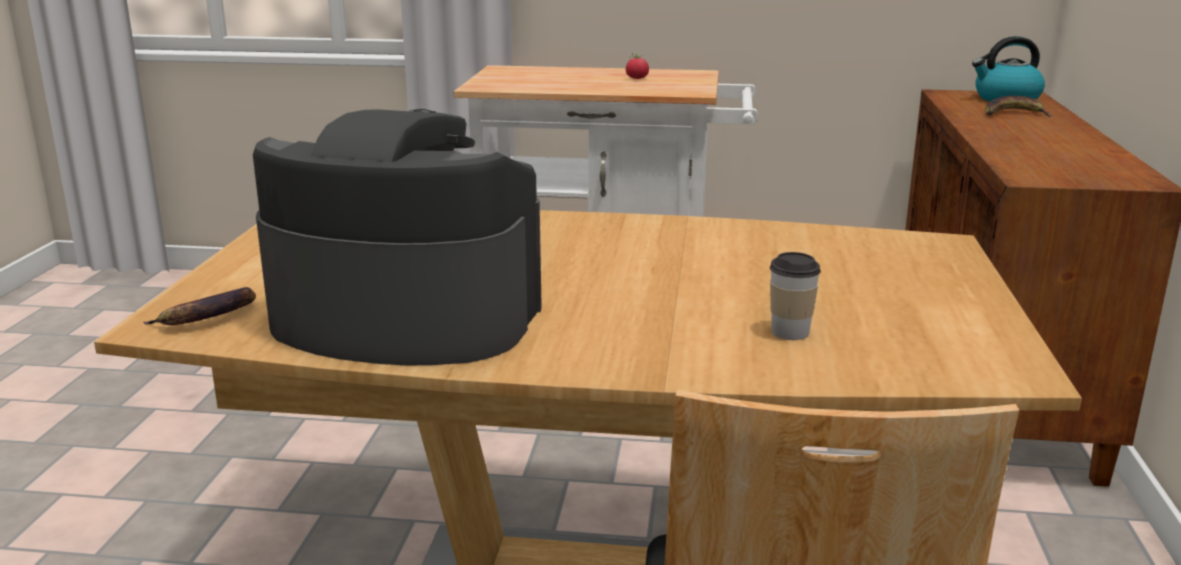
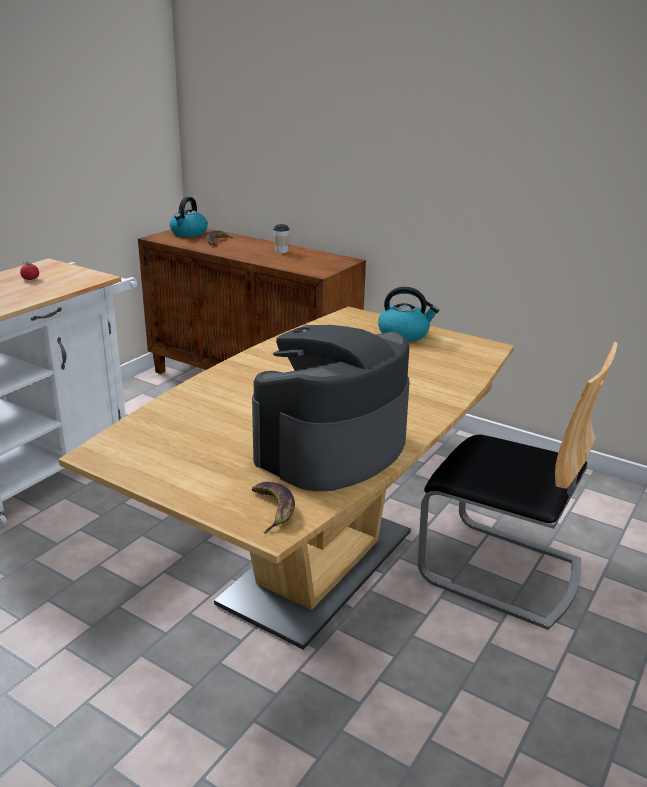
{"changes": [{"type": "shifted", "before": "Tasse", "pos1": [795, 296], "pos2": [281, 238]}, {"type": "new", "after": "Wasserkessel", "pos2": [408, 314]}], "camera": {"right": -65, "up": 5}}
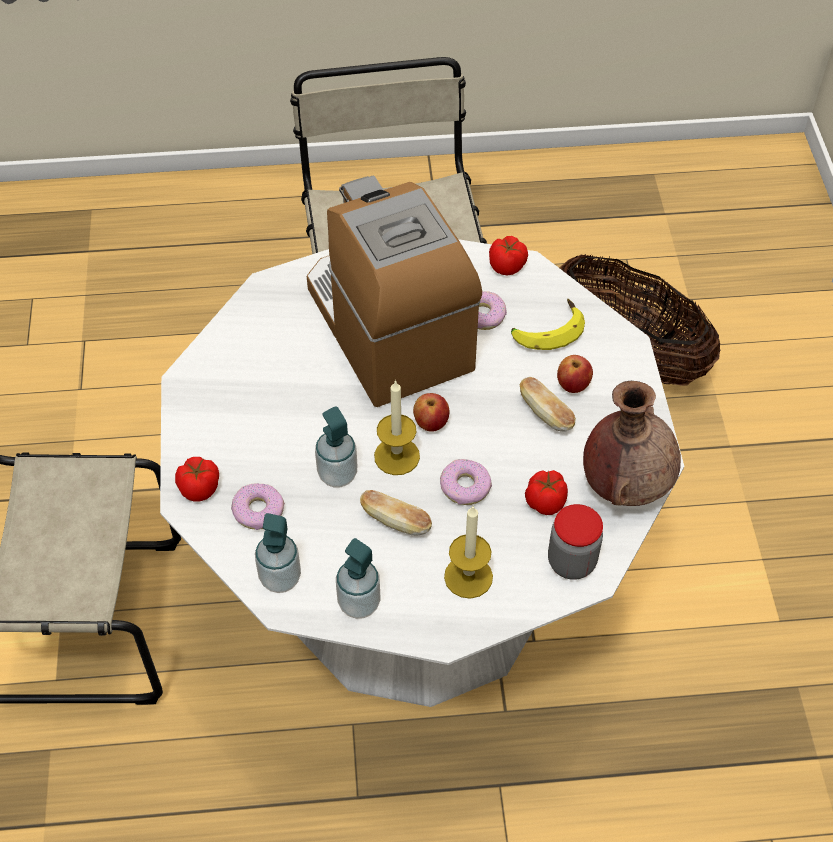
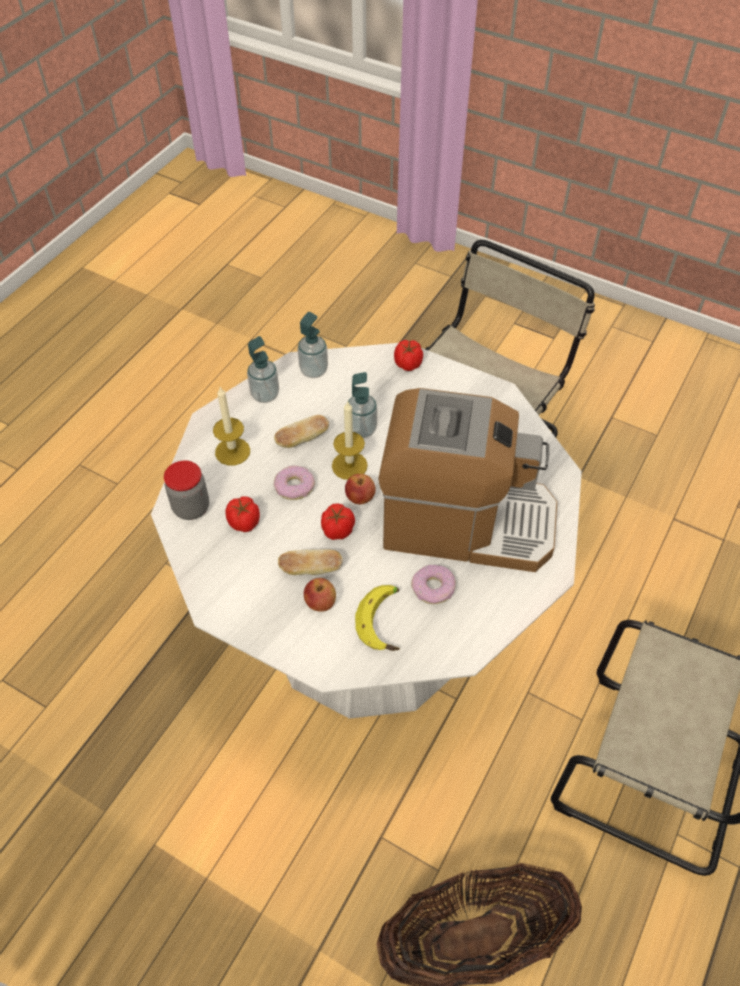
{"changes": [{"type": "gone", "before": "Donut", "pos1": [258, 507]}, {"type": "shifted", "before": "Tomate", "pos1": [508, 255], "pos2": [338, 521]}, {"type": "gone", "before": "Vase/braun", "pos1": [632, 443]}], "camera": {"right": 125, "up": 0}}
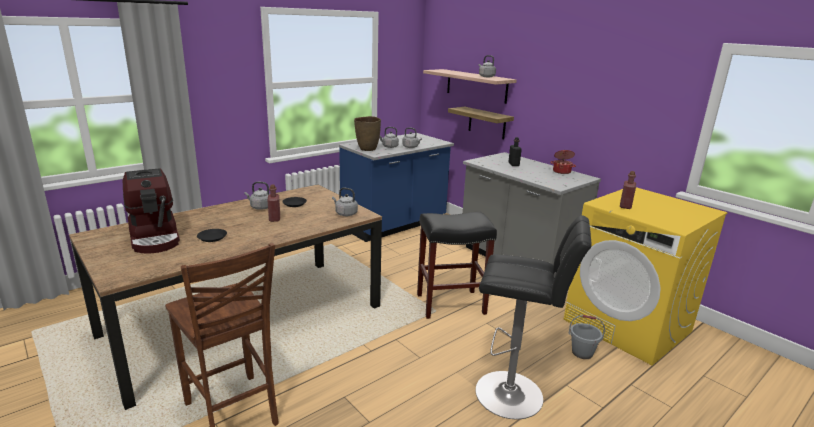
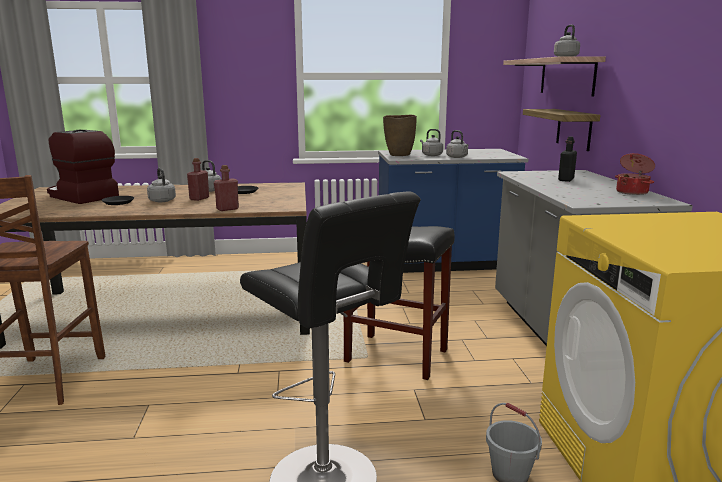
{"changes": [{"type": "rotated", "before": "Kaffeemaschine", "pos1": [151, 211], "pos2": [83, 167], "turn": 120}, {"type": "shifted", "before": "Wasserkessel/grau", "pos1": [345, 202], "pos2": [161, 185]}, {"type": "shifted", "before": "Flasche/rot", "pos1": [628, 190], "pos2": [226, 188]}], "camera": {"right": 35, "up": -5}}
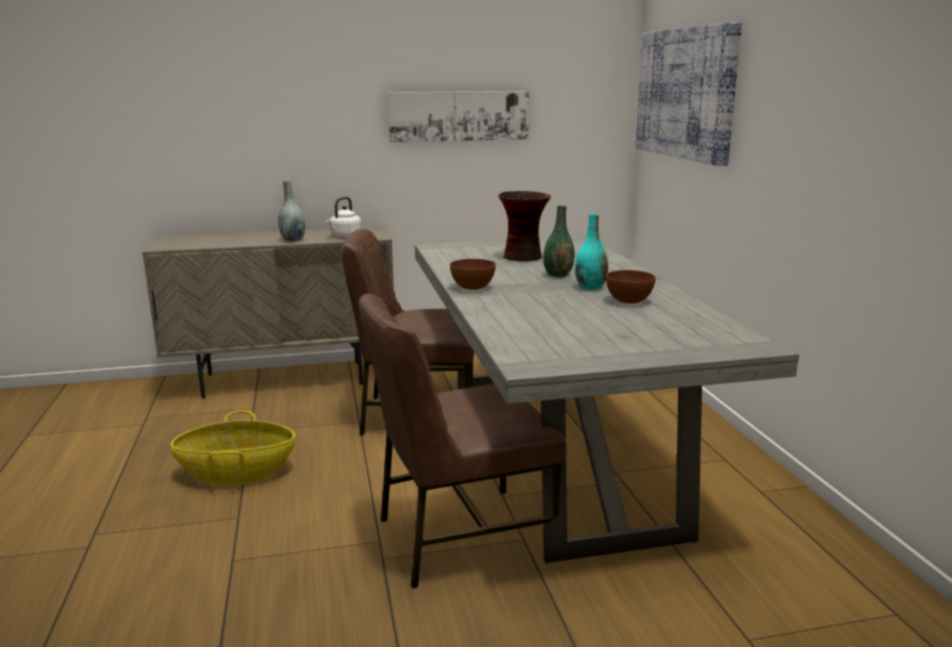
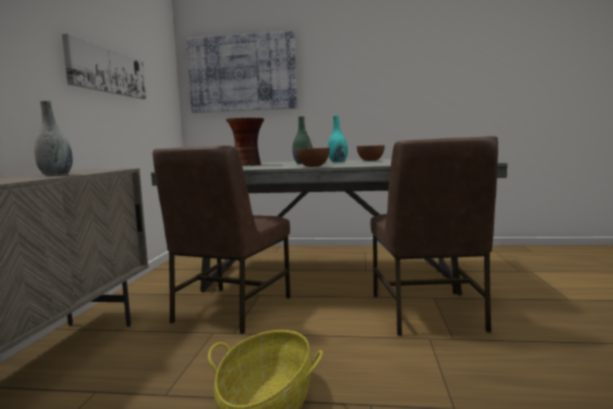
{"changes": [{"type": "gone", "before": "Wasserkessel/weiß", "pos1": [343, 217]}], "camera": {"right": -70, "up": -10}}
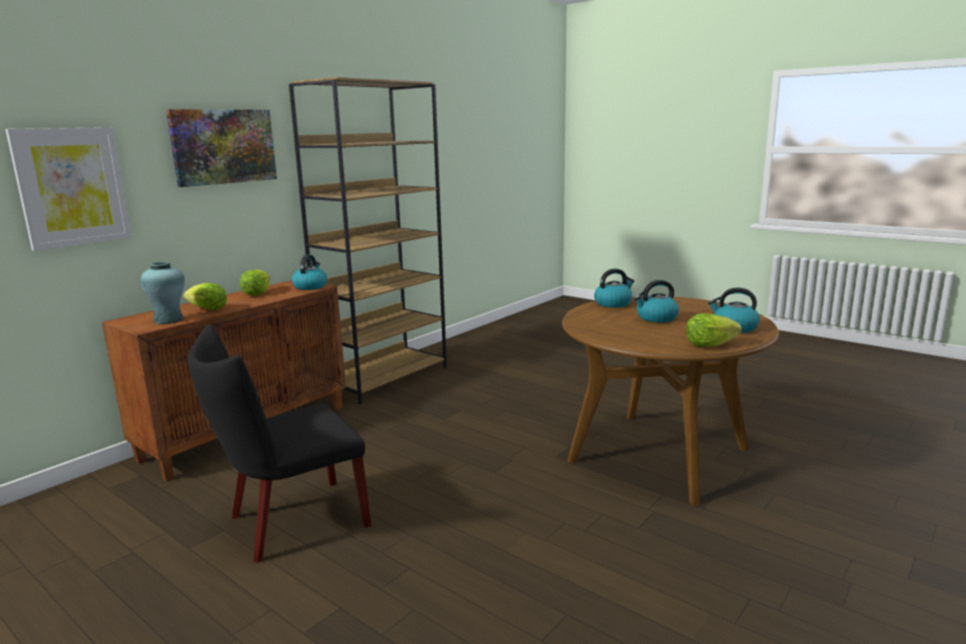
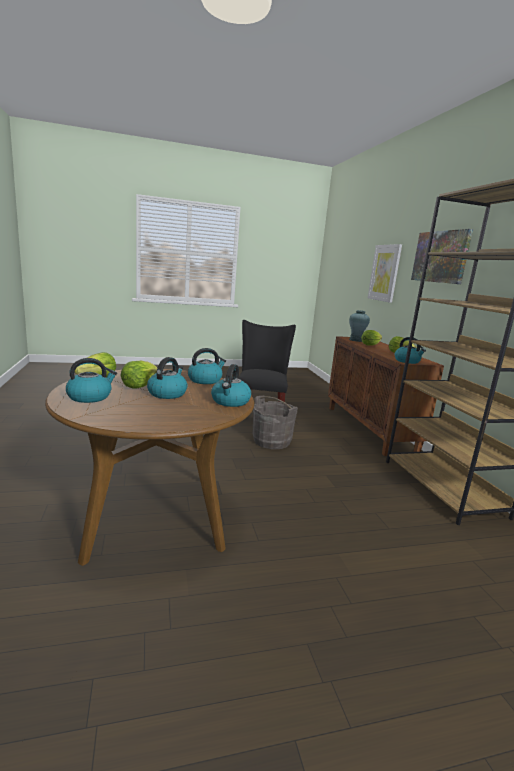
{"changes": [{"type": "new", "after": "Salatkopf", "pos2": [138, 375]}, {"type": "new", "after": "Wasserkessel", "pos2": [207, 366]}, {"type": "new", "after": "Eimer/grau", "pos2": [275, 422]}], "camera": {"right": 125, "up": 0}}
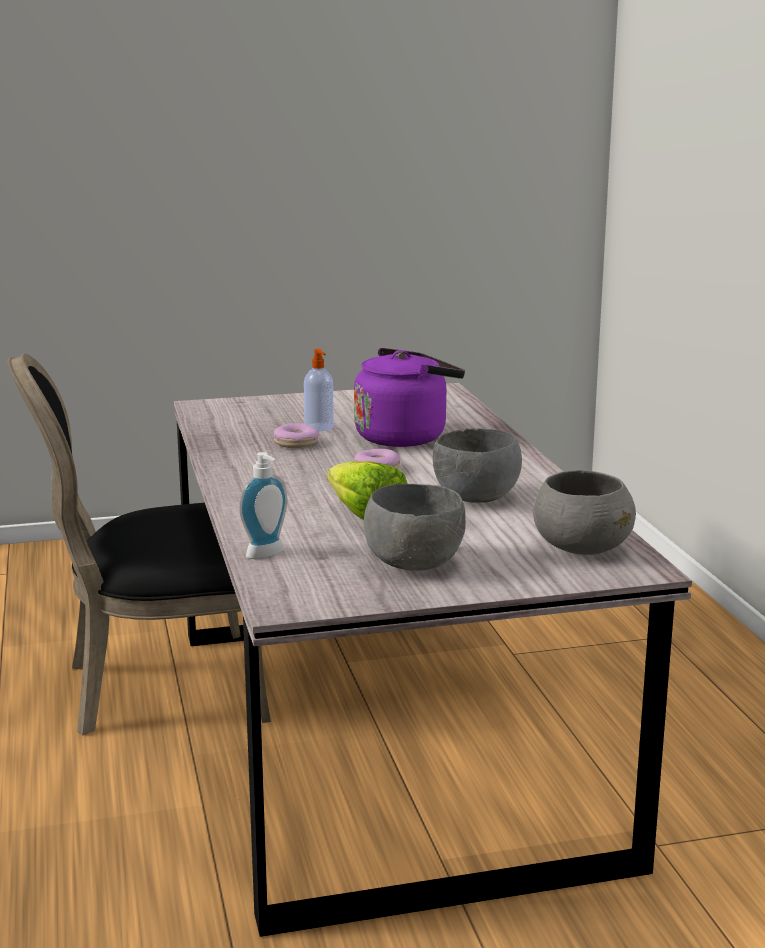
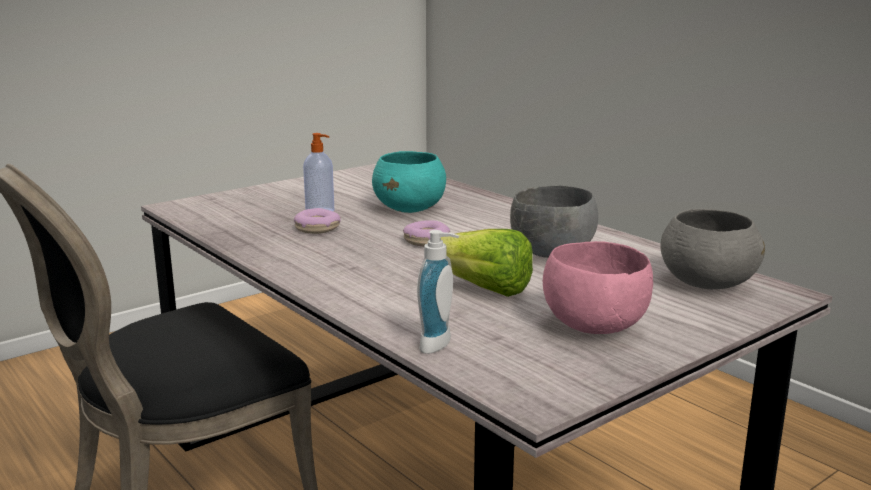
{"changes": [{"type": "swapped", "before": "Wasserkessel/lila", "after": "Schüssel/türkis", "pos1": [409, 397], "pos2": [409, 182]}, {"type": "repainted", "before": "Schüssel/grau", "after": "Schüssel/rosa", "pos1": [415, 527], "pos2": [598, 287]}], "camera": {"right": -25, "up": 0}}
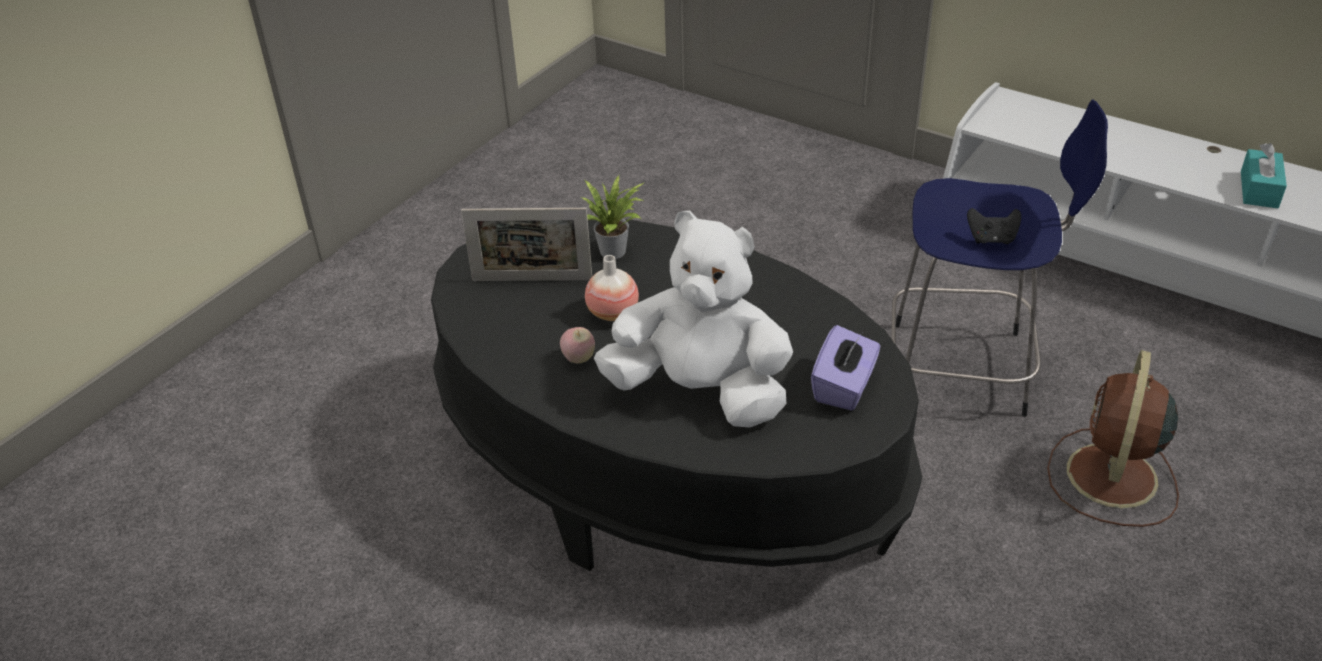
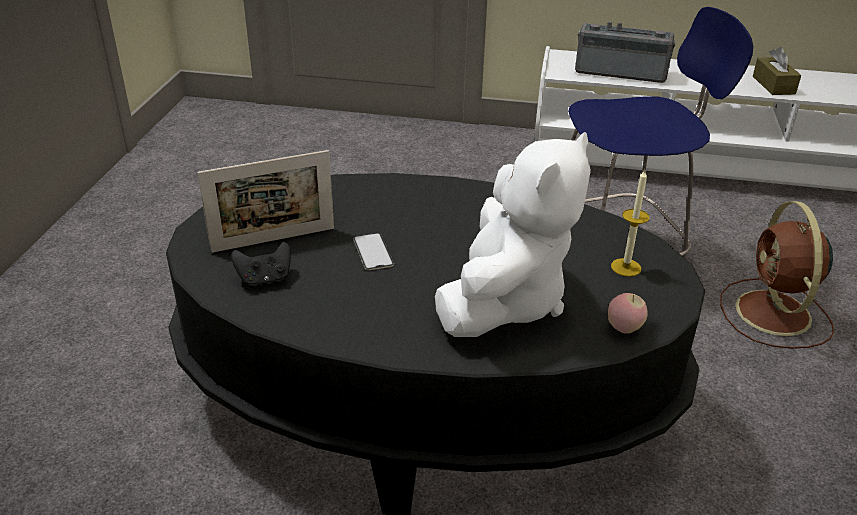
{"changes": [{"type": "shifted", "before": "Apfel", "pos1": [577, 345], "pos2": [627, 313]}, {"type": "gone", "before": "Topfpflanze", "pos1": [612, 217]}, {"type": "swapped", "before": "Vase", "after": "Handy", "pos1": [612, 288], "pos2": [373, 251]}, {"type": "rotated", "before": "Plüschtier/weiß", "pos1": [693, 319], "pos2": [513, 234], "turn": 120}, {"type": "swapped", "before": "Taschentuchbox/lila", "after": "Kerze", "pos1": [845, 368], "pos2": [630, 223]}, {"type": "shifted", "before": "Gamepad/schwarz", "pos1": [994, 226], "pos2": [261, 264]}, {"type": "repainted", "before": "Taschentuchbox/türkis", "after": "Taschentuchbox/braun", "pos1": [1264, 175], "pos2": [777, 71]}, {"type": "new", "after": "Radio", "pos2": [625, 52]}], "camera": {"right": -25, "up": -5}}
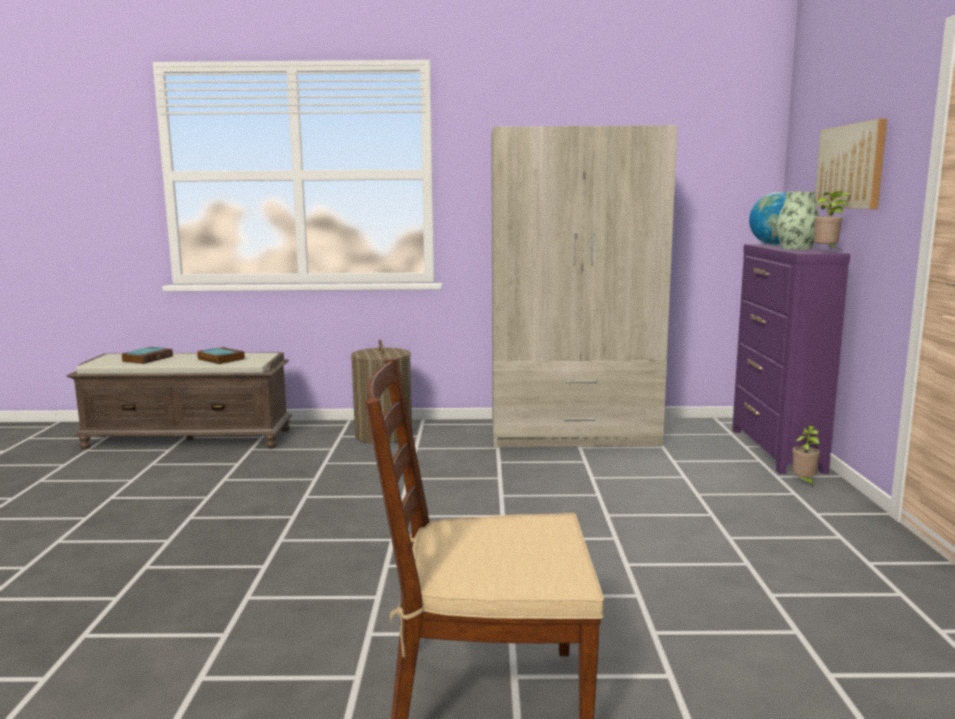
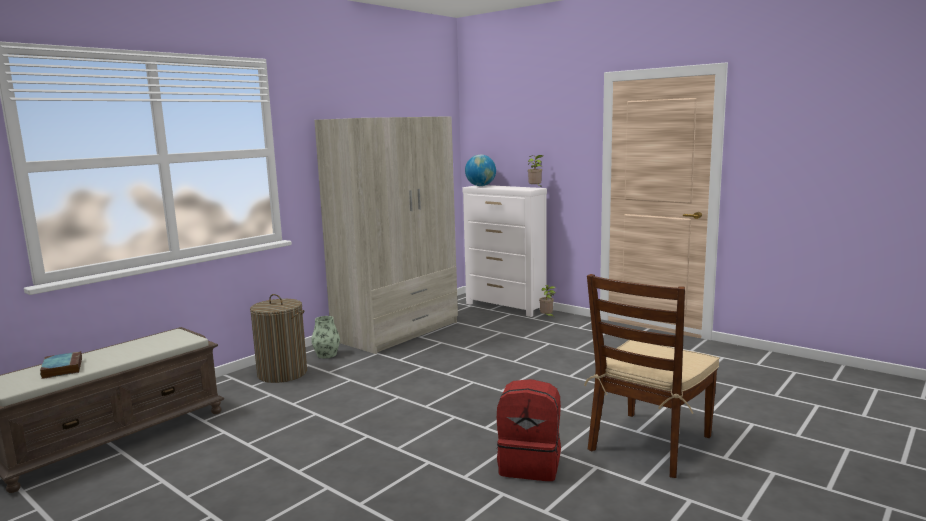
{"changes": [{"type": "gone", "before": "Buch", "pos1": [221, 355]}, {"type": "repainted", "before": "Kommode/lila", "after": "Kommode/weiß", "pos1": [791, 359], "pos2": [504, 251]}, {"type": "shifted", "before": "Vase", "pos1": [797, 221], "pos2": [325, 337]}, {"type": "gone", "before": "Bild", "pos1": [851, 164]}, {"type": "new", "after": "Rucksack/rot", "pos2": [529, 430]}], "camera": {"right": -50, "up": 0}}
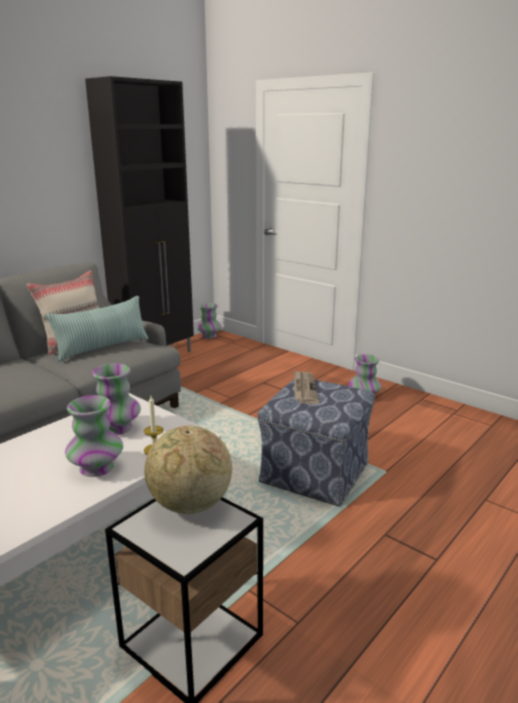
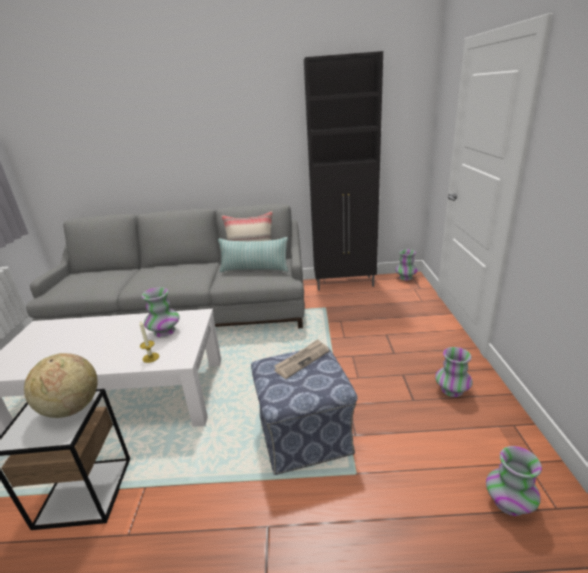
{"changes": [{"type": "shifted", "before": "Vase", "pos1": [94, 436], "pos2": [514, 481]}], "camera": {"right": 50, "up": 5}}
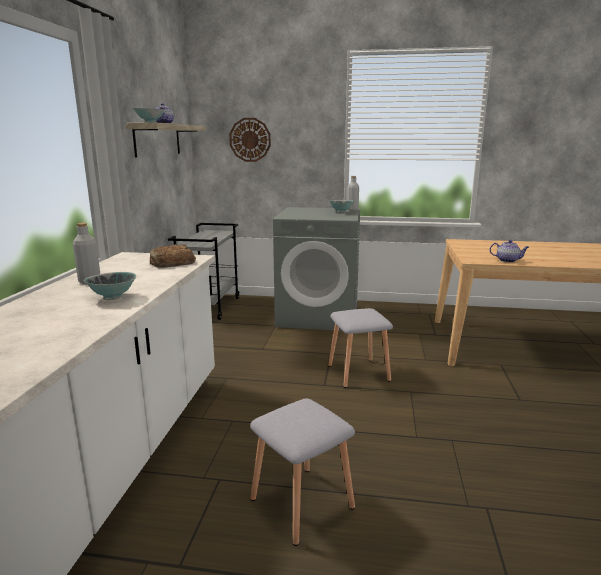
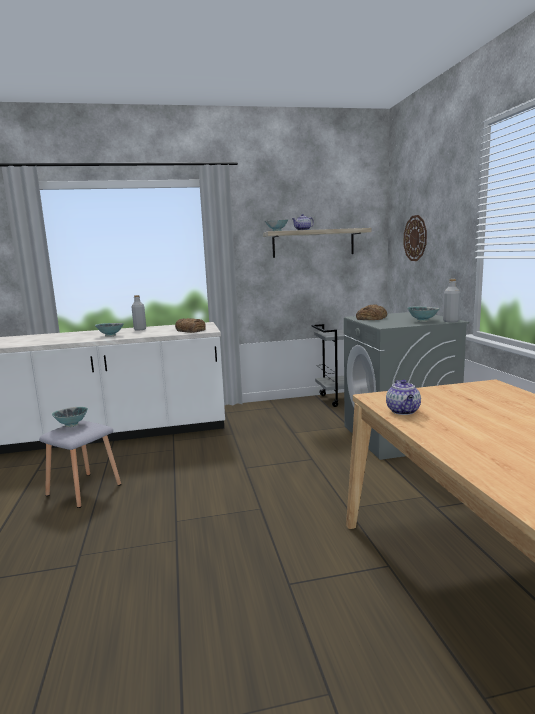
{"changes": [{"type": "gone", "before": "Hocker/grau", "pos1": [360, 348]}, {"type": "new", "after": "Schüssel", "pos2": [69, 417]}, {"type": "new", "after": "Brot", "pos2": [371, 312]}], "camera": {"right": 70, "up": -5}}
